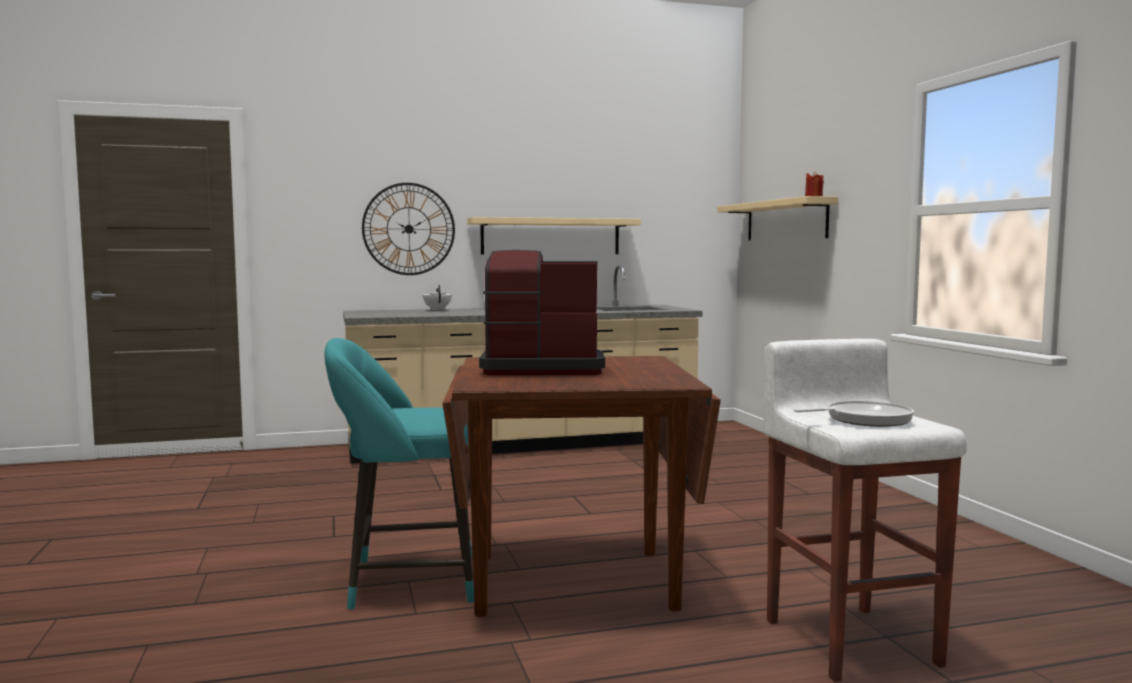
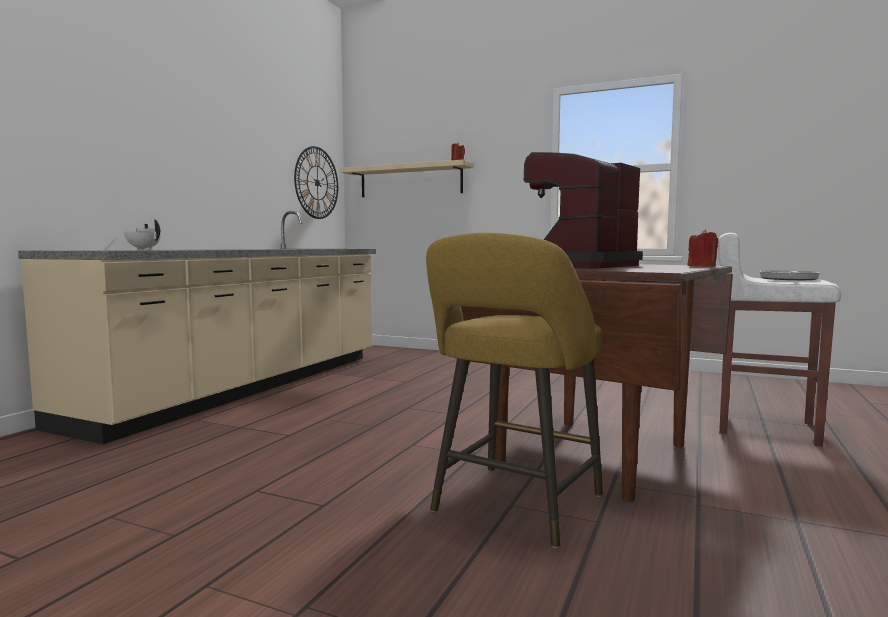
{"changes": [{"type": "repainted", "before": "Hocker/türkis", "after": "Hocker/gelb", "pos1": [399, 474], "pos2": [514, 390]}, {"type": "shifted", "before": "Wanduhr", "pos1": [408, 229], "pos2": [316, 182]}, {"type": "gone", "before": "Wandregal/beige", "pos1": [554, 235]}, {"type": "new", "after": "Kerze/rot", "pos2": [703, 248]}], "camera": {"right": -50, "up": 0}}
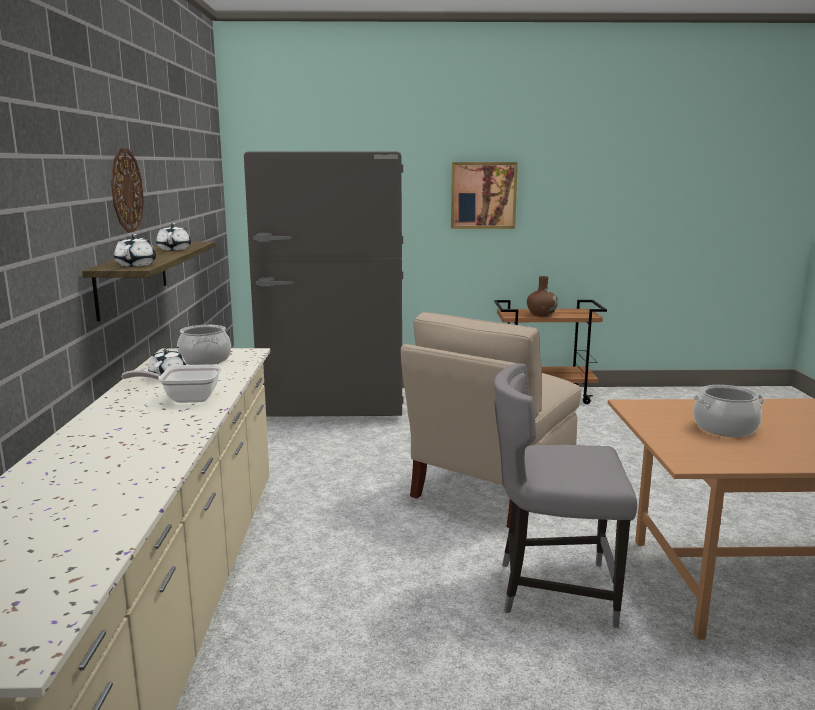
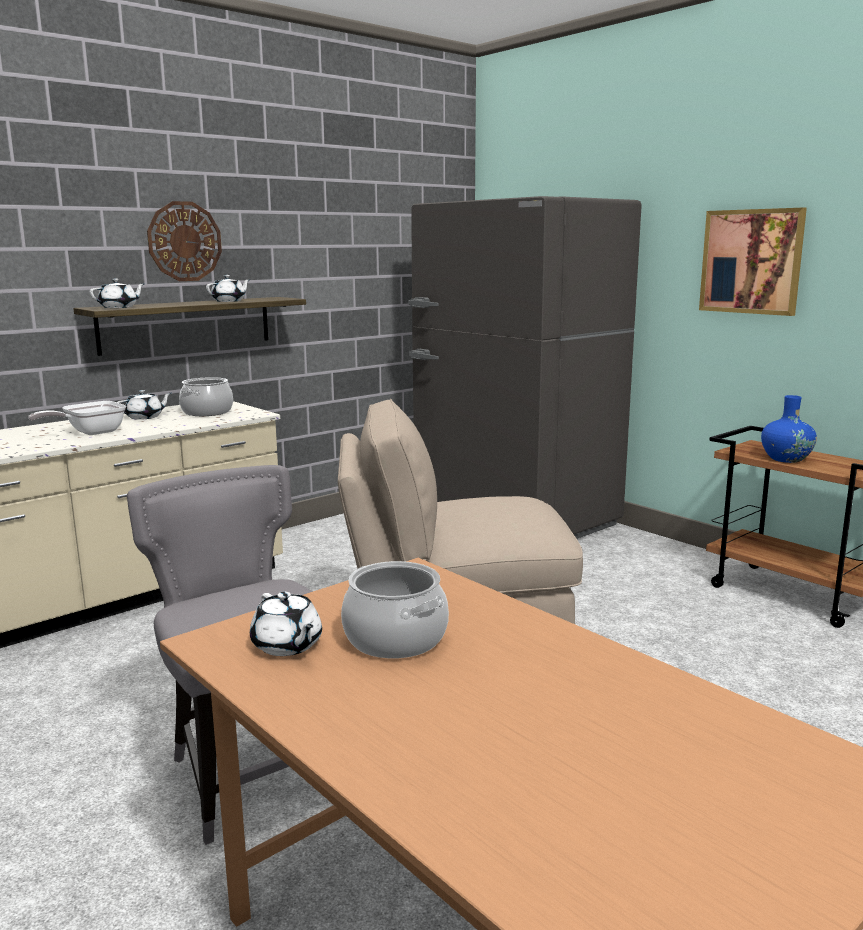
{"changes": [{"type": "rotated", "before": "Pfanne", "pos1": [171, 383], "pos2": [77, 418], "turn": -90}, {"type": "repainted", "before": "Vase/braun", "after": "Vase/blau", "pos1": [542, 296], "pos2": [789, 429]}, {"type": "new", "after": "Teekanne/weiß", "pos2": [286, 624]}], "camera": {"right": 50, "up": 0}}
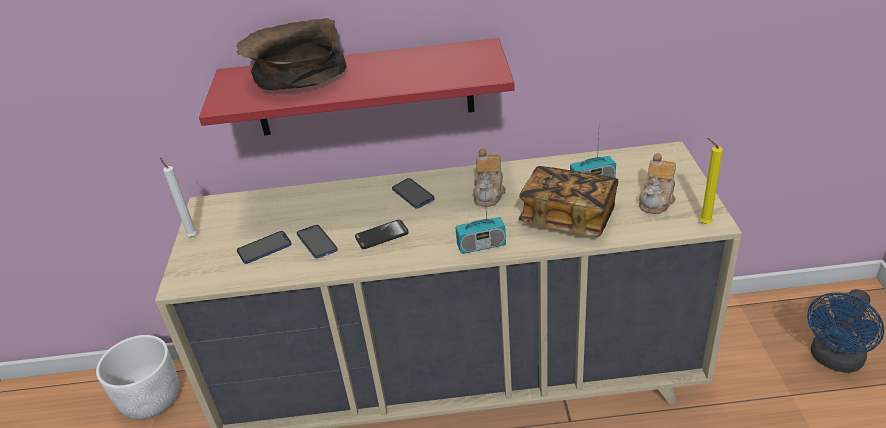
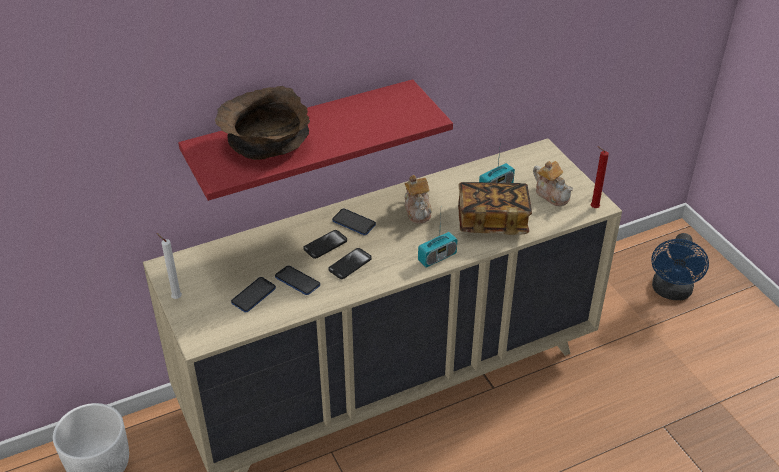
{"changes": [{"type": "rotated", "before": "Teekanne", "pos1": [657, 183], "pos2": [553, 183], "turn": -45}, {"type": "repainted", "before": "Kerze/gelb", "after": "Kerze/rot", "pos1": [711, 181], "pos2": [599, 177]}, {"type": "new", "after": "Handy", "pos2": [325, 244]}], "camera": {"right": -25, "up": 5}}
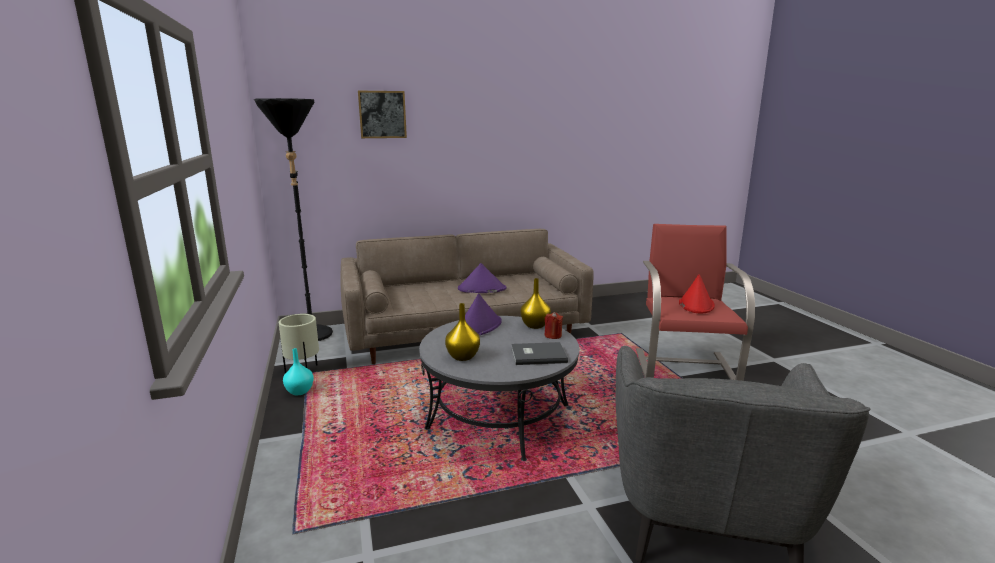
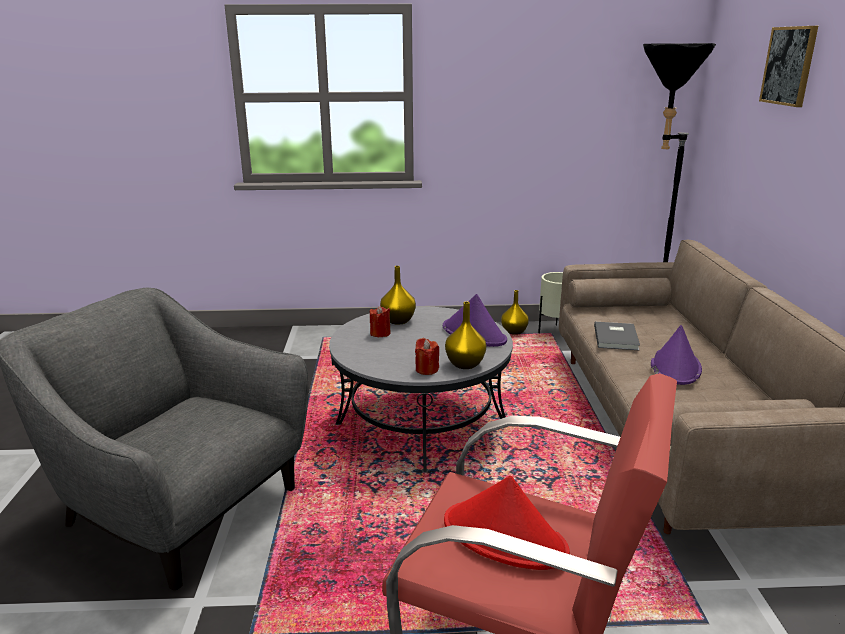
{"changes": [{"type": "repainted", "before": "Vase/türkis", "after": "Vase/gelb", "pos1": [298, 371], "pos2": [515, 312]}, {"type": "shifted", "before": "Buch/grau", "pos1": [539, 353], "pos2": [617, 336]}, {"type": "new", "after": "Kerze/rot", "pos2": [380, 321]}], "camera": {"right": 105, "up": 5}}
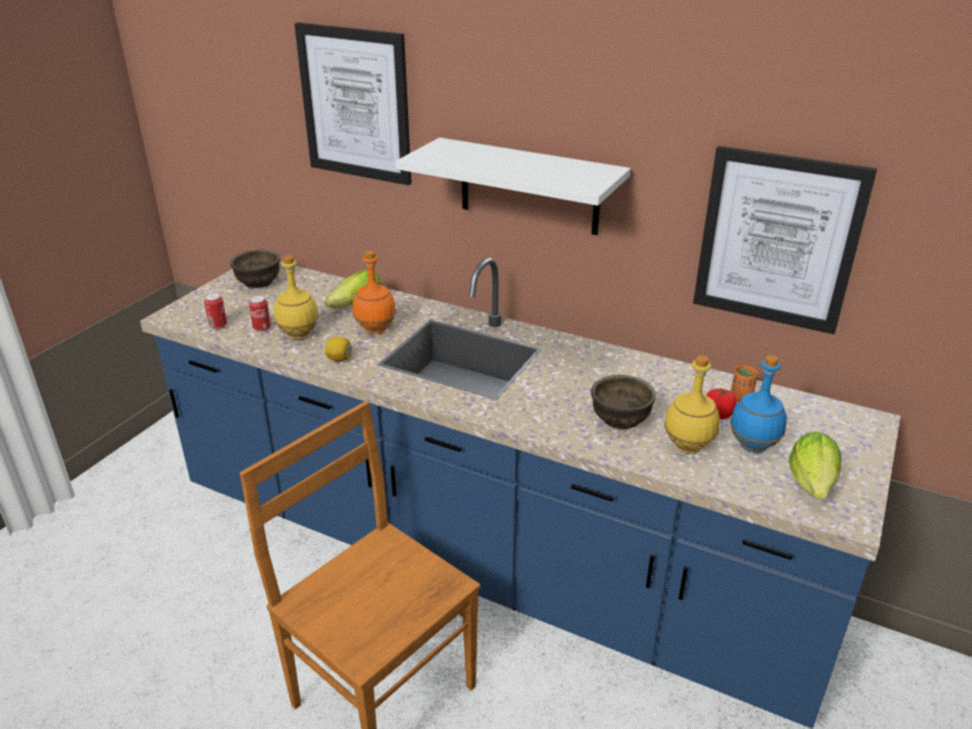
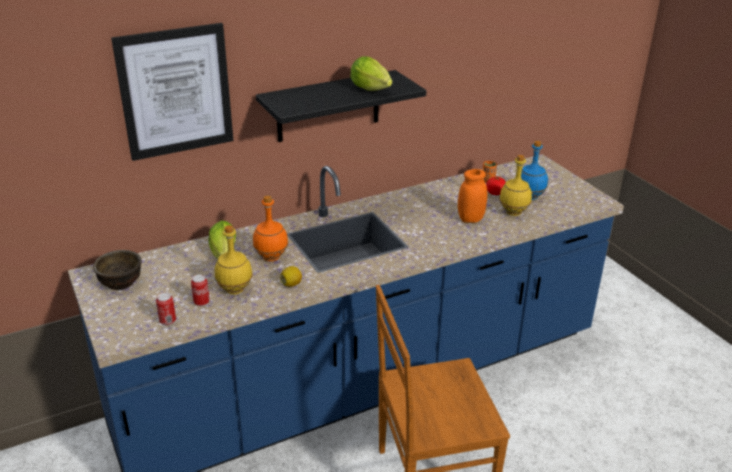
{"changes": [{"type": "repainted", "before": "Wandregal/weiß", "after": "Wandregal/schwarz", "pos1": [513, 186], "pos2": [341, 106]}, {"type": "swapped", "before": "Schüssel/braun", "after": "Vorratsglas/orange", "pos1": [623, 402], "pos2": [472, 196]}, {"type": "gone", "before": "Bild", "pos1": [785, 240]}, {"type": "shifted", "before": "Salatkopf", "pos1": [815, 465], "pos2": [371, 73]}], "camera": {"right": -55, "up": 0}}
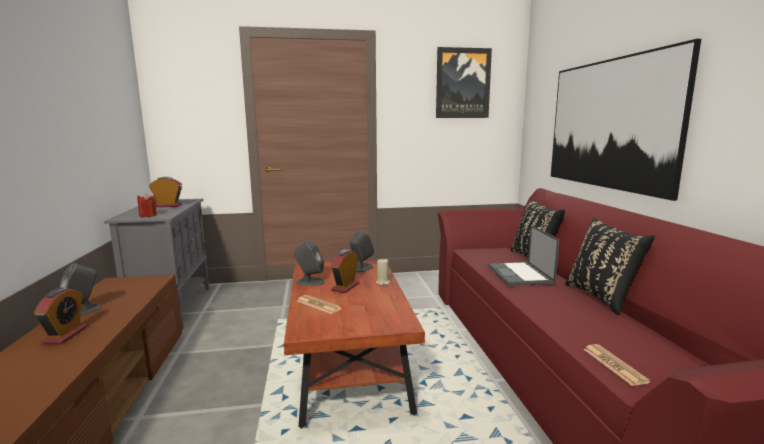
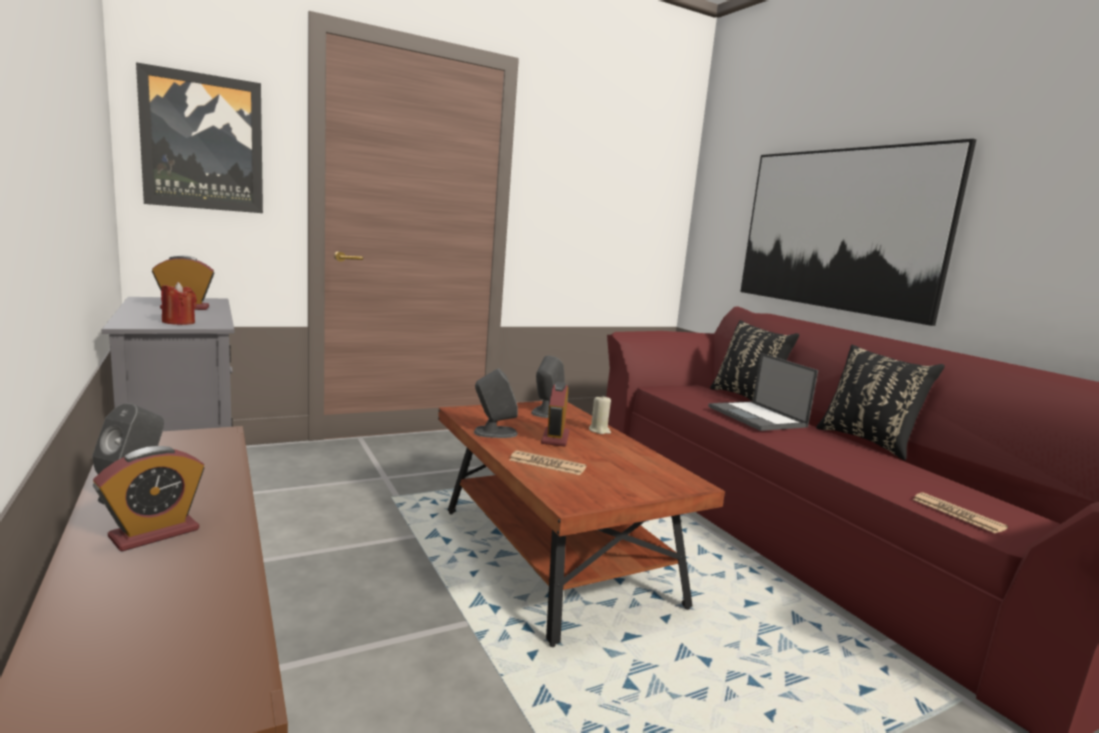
{"changes": [{"type": "rotated", "before": "Wecker", "pos1": [61, 316], "pos2": [148, 499], "turn": 60}, {"type": "shifted", "before": "Bild", "pos1": [464, 82], "pos2": [199, 137]}], "camera": {"right": -20, "up": 0}}
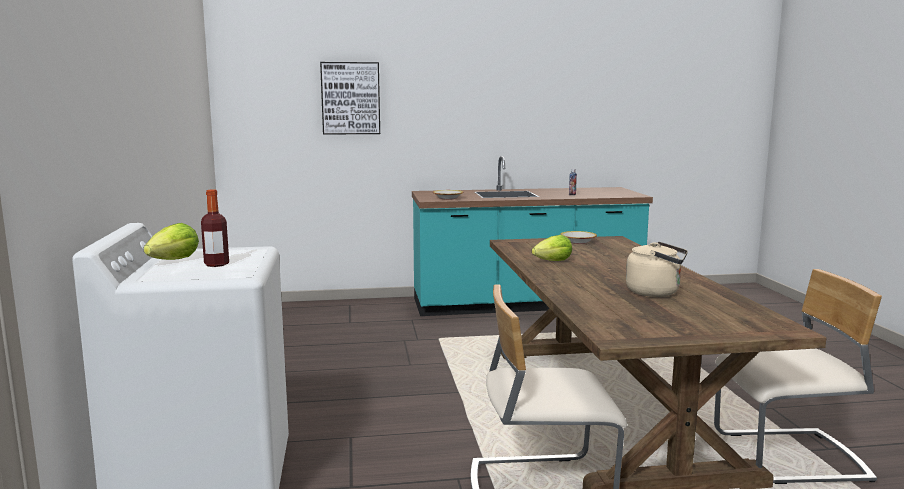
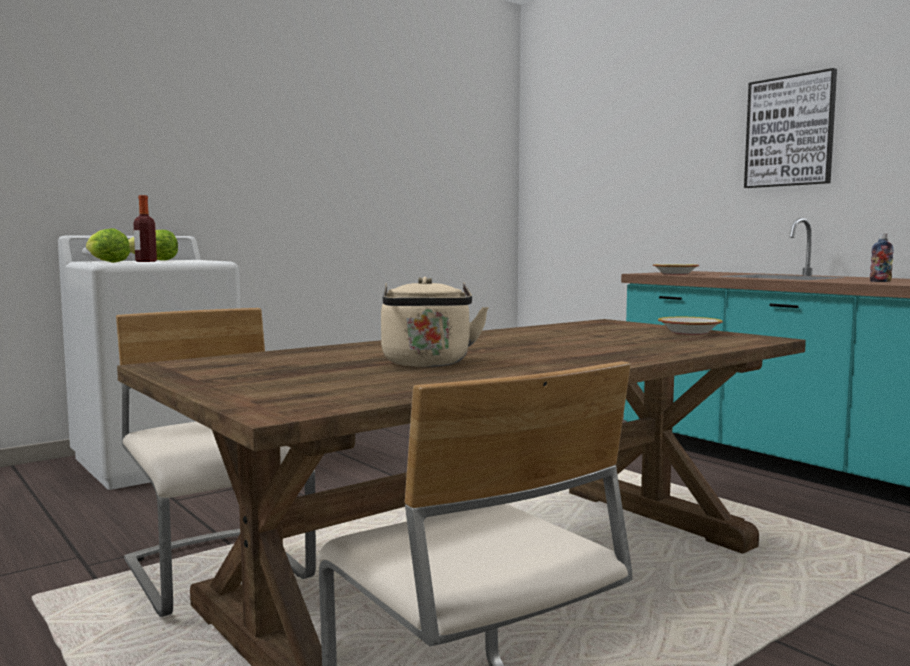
{"changes": [{"type": "shifted", "before": "Bild", "pos1": [350, 98], "pos2": [790, 128]}, {"type": "shifted", "before": "Salatkopf", "pos1": [552, 248], "pos2": [108, 245]}], "camera": {"right": 60, "up": -5}}
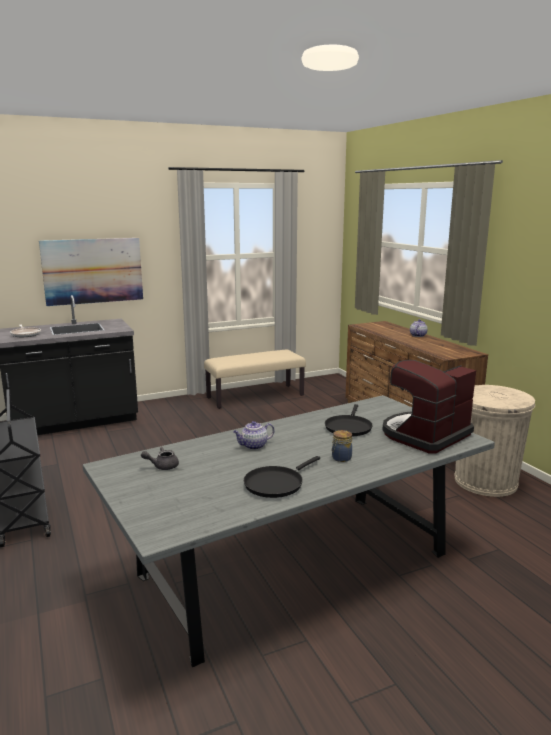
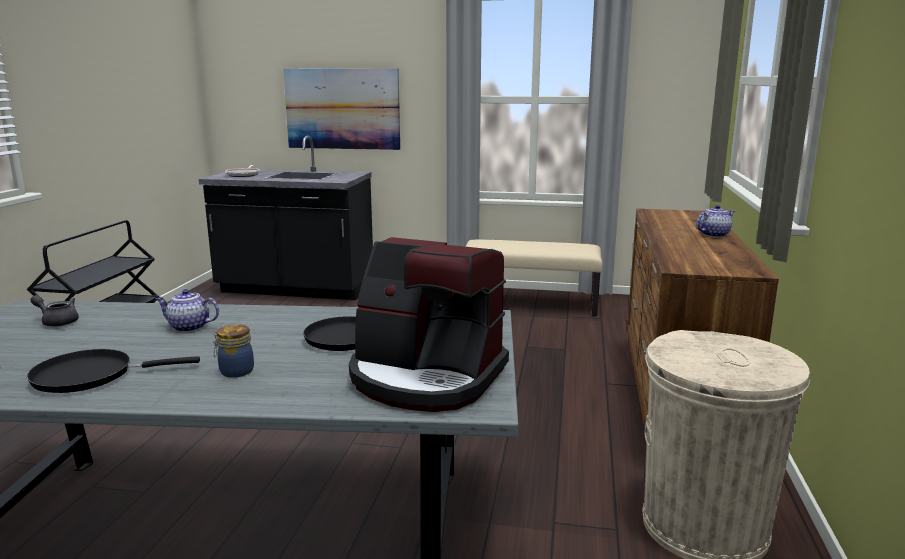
{"changes": [{"type": "rotated", "before": "Kaffeemaschine", "pos1": [429, 407], "pos2": [429, 324], "turn": -150}], "camera": {"right": 35, "up": 0}}
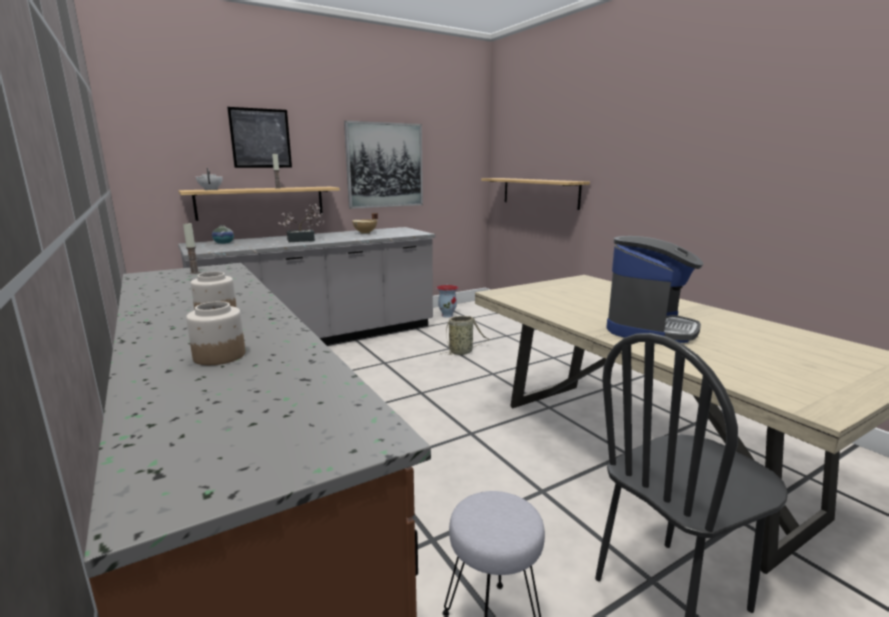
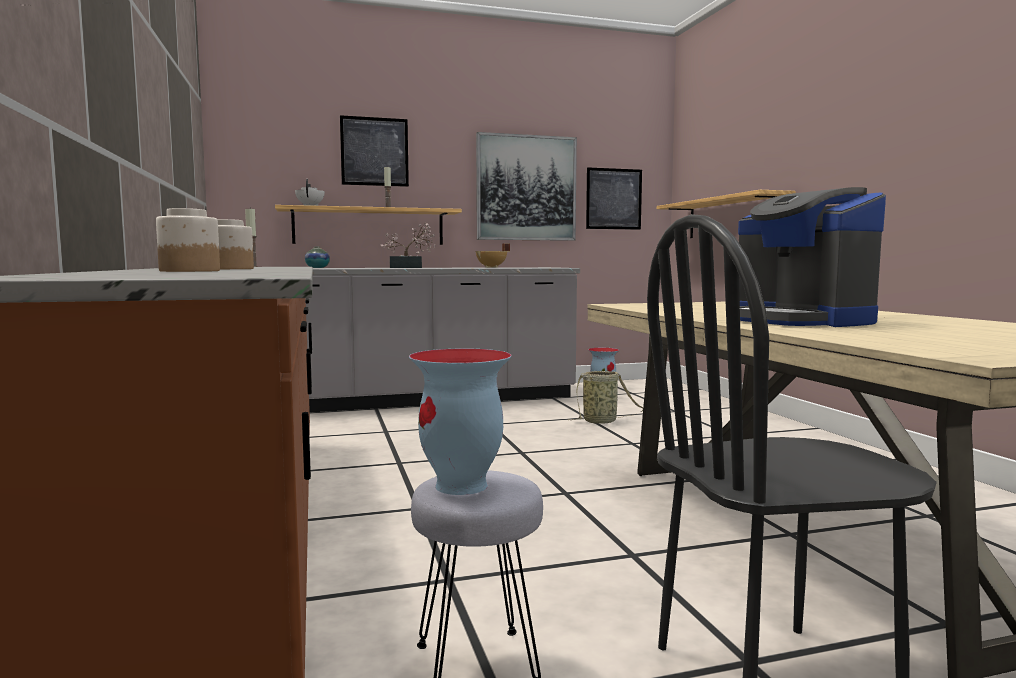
{"changes": [{"type": "rotated", "before": "Kaffeemaschine", "pos1": [654, 289], "pos2": [812, 257], "turn": 105}, {"type": "new", "after": "Vase", "pos2": [460, 421]}, {"type": "new", "after": "Bild", "pos2": [614, 198]}], "camera": {"right": 15, "up": -10}}
